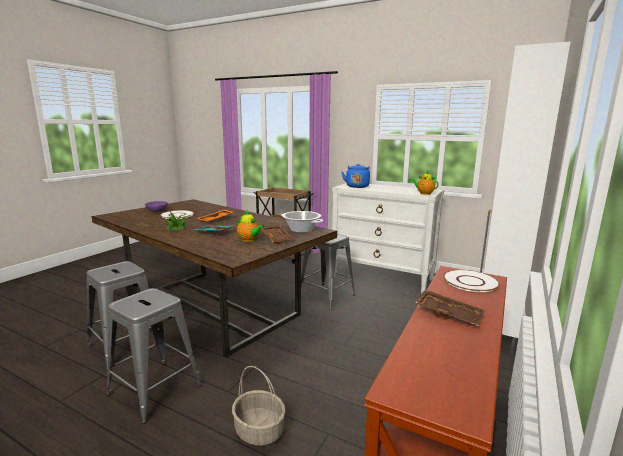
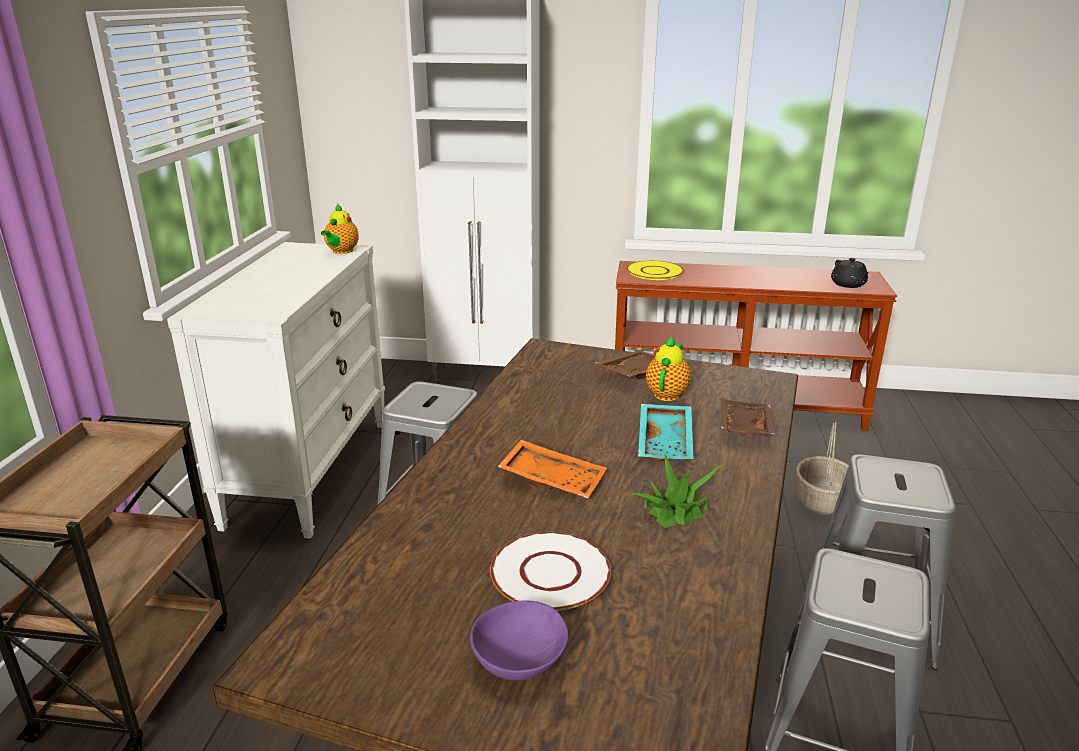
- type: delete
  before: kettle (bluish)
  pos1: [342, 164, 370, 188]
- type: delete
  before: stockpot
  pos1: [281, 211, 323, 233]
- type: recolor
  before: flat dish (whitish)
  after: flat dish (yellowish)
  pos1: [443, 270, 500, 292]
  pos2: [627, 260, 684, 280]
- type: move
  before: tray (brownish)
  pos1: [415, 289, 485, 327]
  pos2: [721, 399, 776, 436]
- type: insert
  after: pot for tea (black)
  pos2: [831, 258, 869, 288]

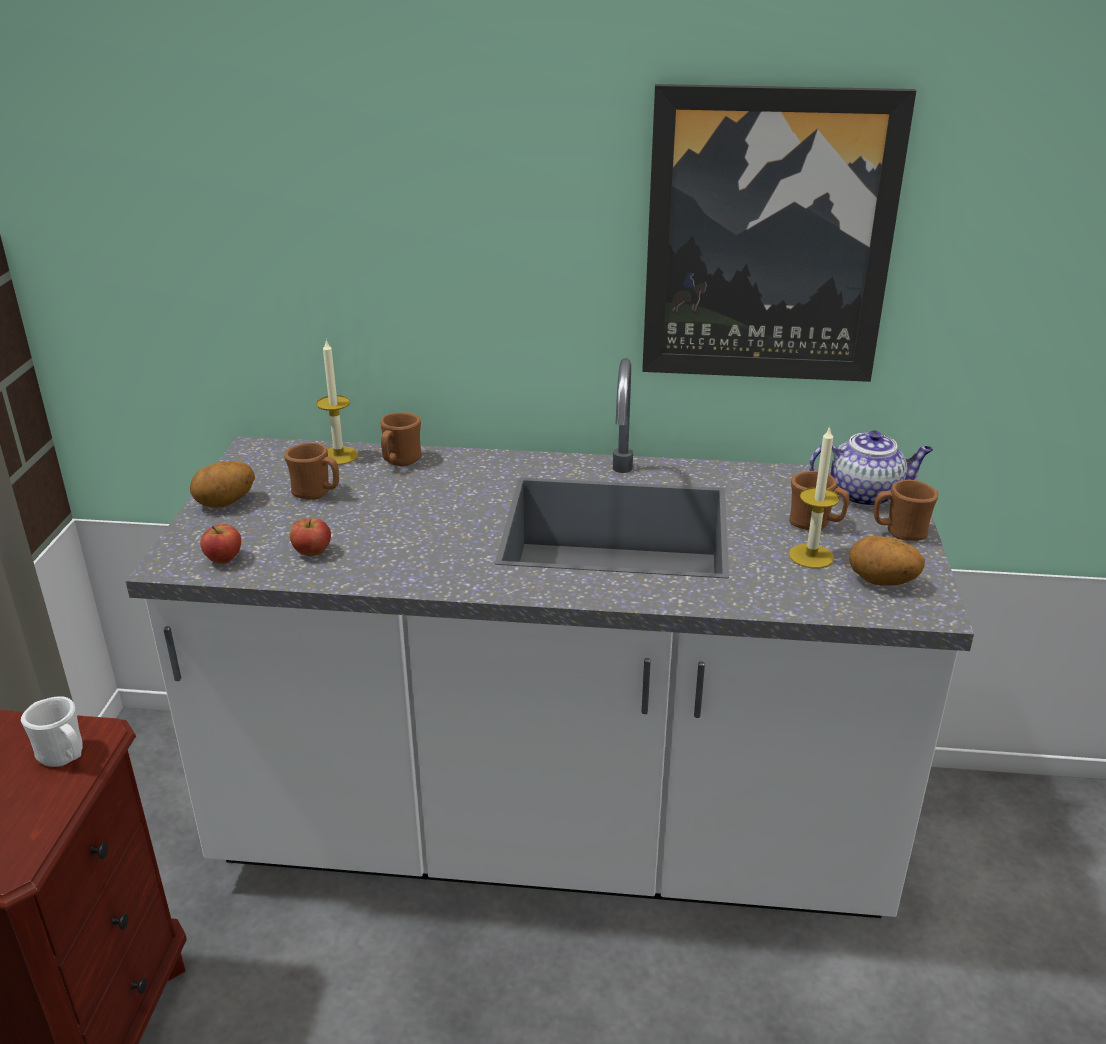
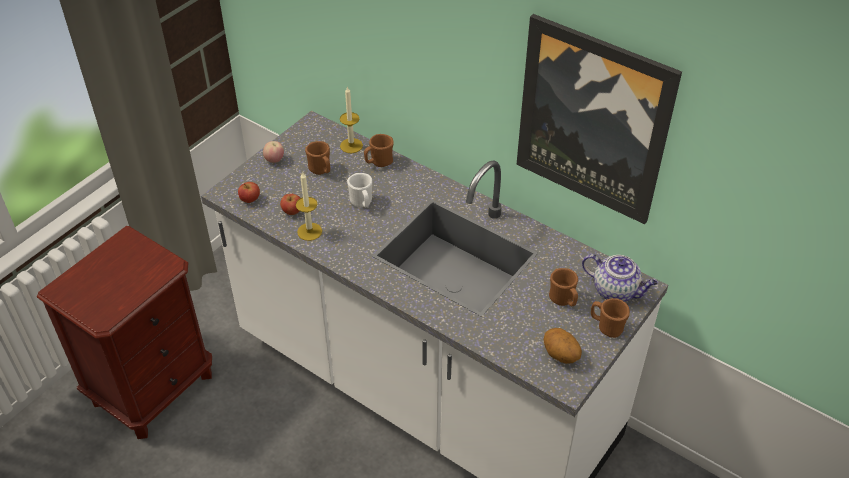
- type: move
  before: wax light
  pos1: [789, 426, 840, 569]
  pos2: [296, 172, 322, 241]
- type: replace
  before: whole potato
  after: apple
  pos1: [190, 461, 255, 508]
  pos2: [263, 141, 284, 163]
- type: move
  before: coffee mug (whitish)
  pos1: [21, 696, 83, 767]
  pos2: [347, 173, 372, 207]

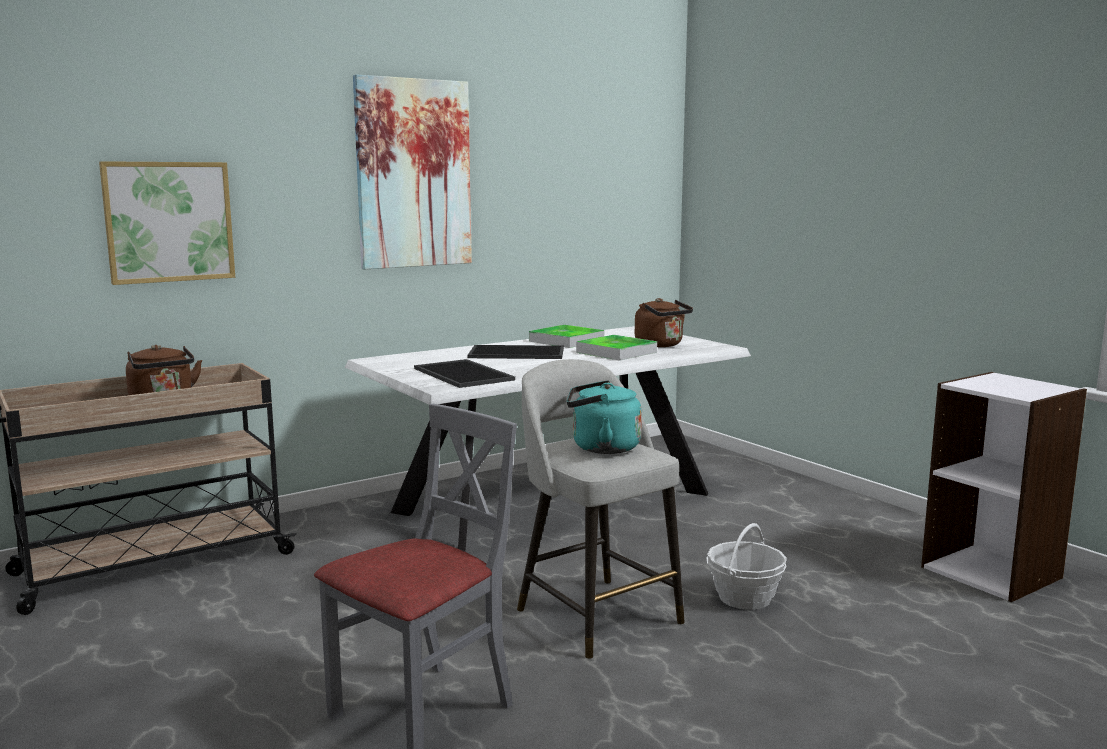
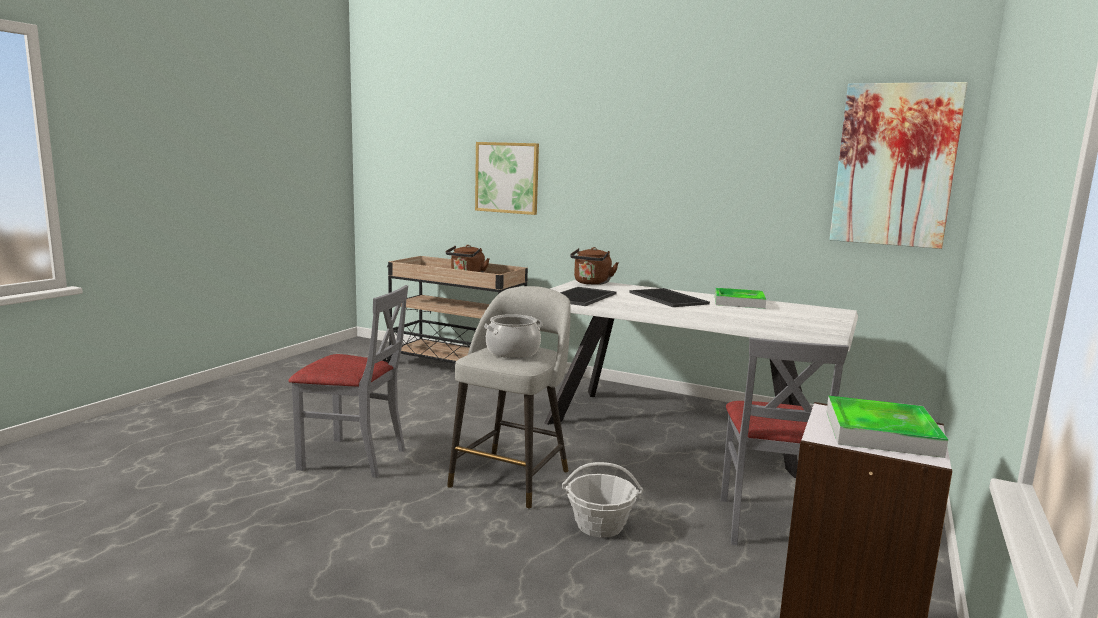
- type: move
  before: wall picture
  pos1: [353, 74, 472, 270]
  pos2: [829, 82, 968, 249]
- type: move
  before: kettle (brownish)
  pos1: [635, 298, 693, 347]
  pos2: [570, 247, 619, 285]
- type: move
  before: tray
  pos1: [576, 335, 657, 361]
  pos2: [826, 396, 948, 458]
- type: replace
  before: kettle (blue-green)
  after: stockpot
  pos1: [567, 380, 642, 454]
  pos2: [484, 314, 543, 358]
- type: insert
  after: plain chair (greyish)
  pos2: [721, 337, 849, 545]

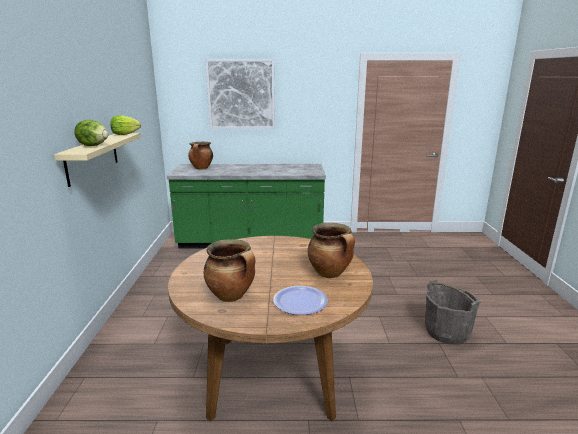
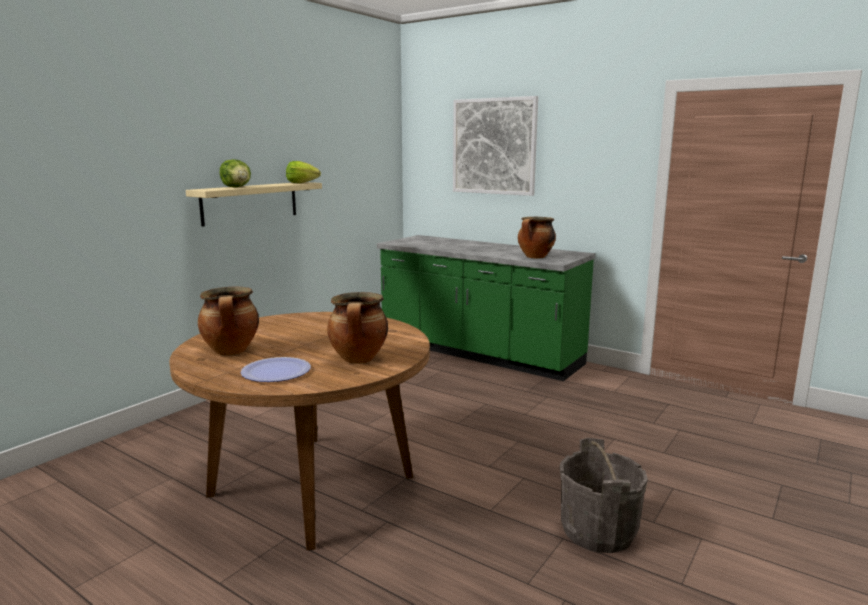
- type: move
  before: stockpot
  pos1: [188, 142, 213, 169]
  pos2: [518, 217, 556, 259]

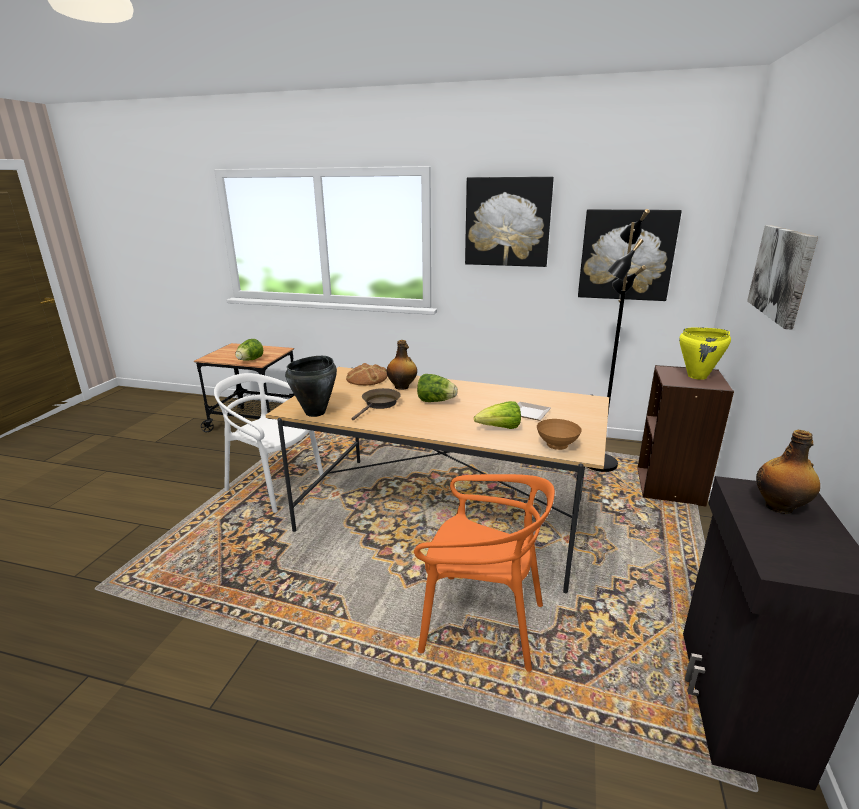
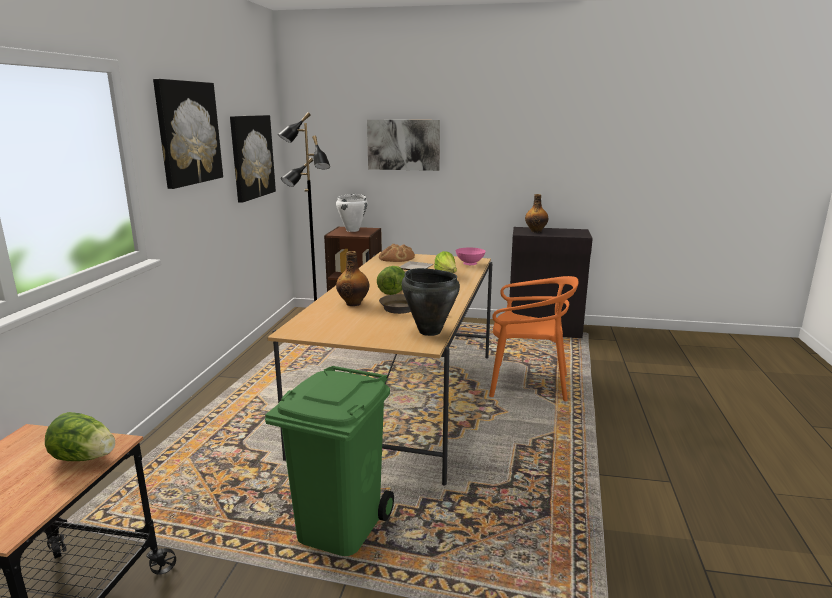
- type: recolor
  before: stockpot (yellowish)
  after: stockpot (whitish)
  pos1: [679, 327, 731, 380]
  pos2: [336, 194, 368, 232]
- type: move
  before: baked bread
  pos1: [346, 363, 387, 385]
  pos2: [379, 244, 415, 262]
- type: replace
  before: plain chair (whitish)
  after: trash can (green)
  pos1: [214, 373, 324, 513]
  pos2: [265, 366, 394, 556]
- type: recolor
  before: deep dish (brownish)
  after: deep dish (pinkish)
  pos1: [537, 419, 582, 450]
  pos2: [456, 248, 485, 265]
- type: rotate
  before: plain chair (orange-coloured)
  pos1: [414, 474, 555, 672]
  pos2: [489, 276, 578, 401]
  turn: 90

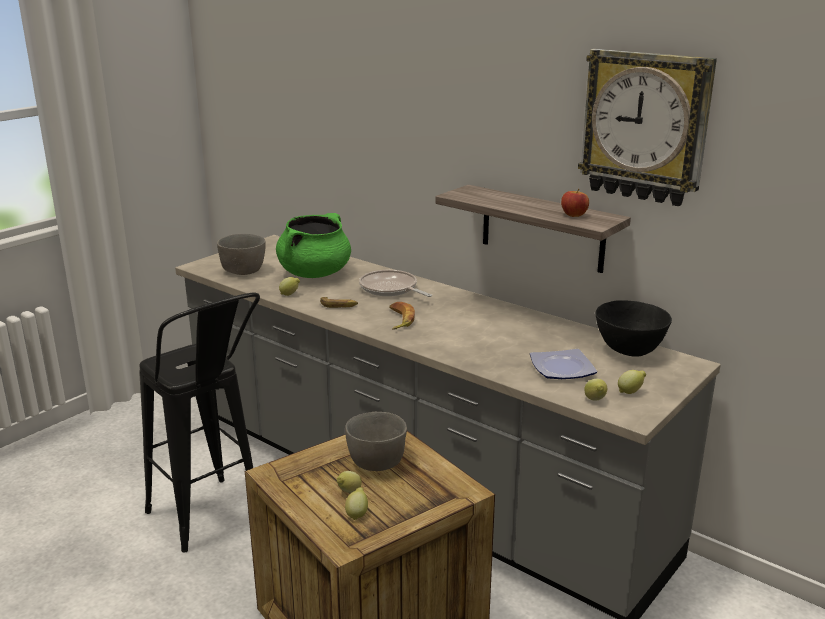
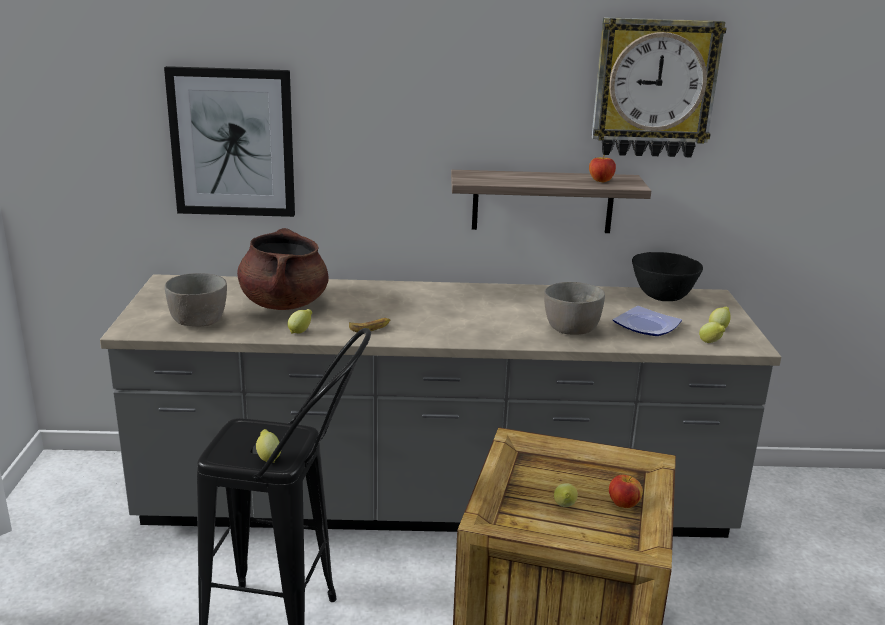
- type: recolor
  before: stockpot (green)
  after: stockpot (brownish)
  pos1: [276, 213, 351, 278]
  pos2: [237, 228, 329, 310]
- type: delete
  before: pan
  pos1: [359, 270, 432, 297]
- type: delete
  before: banana
  pos1: [389, 302, 415, 330]
- type: move
  before: deep dish (greyish)
  pos1: [345, 412, 407, 471]
  pos2: [544, 282, 605, 335]
- type: move
  before: lemon
  pos1: [345, 487, 368, 521]
  pos2: [256, 429, 281, 463]
- type: insert
  after: wall picture
  pos2: [164, 66, 295, 217]
- type: insert
  after: apple
  pos2: [609, 475, 643, 508]

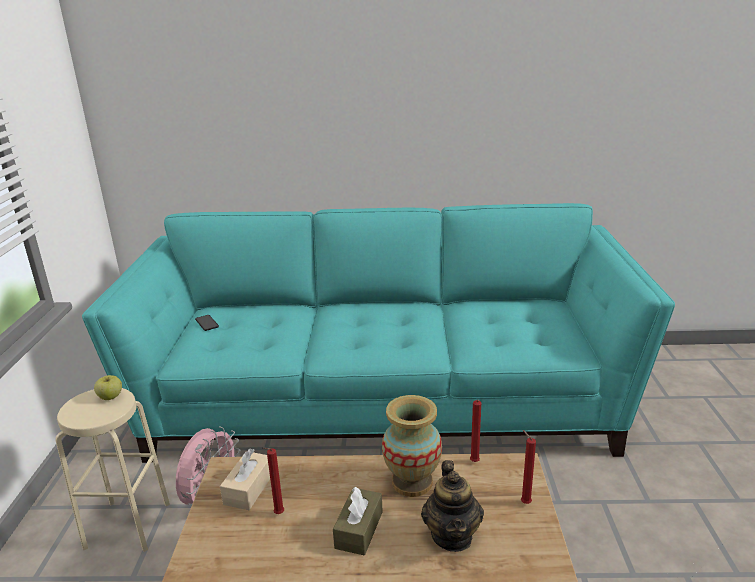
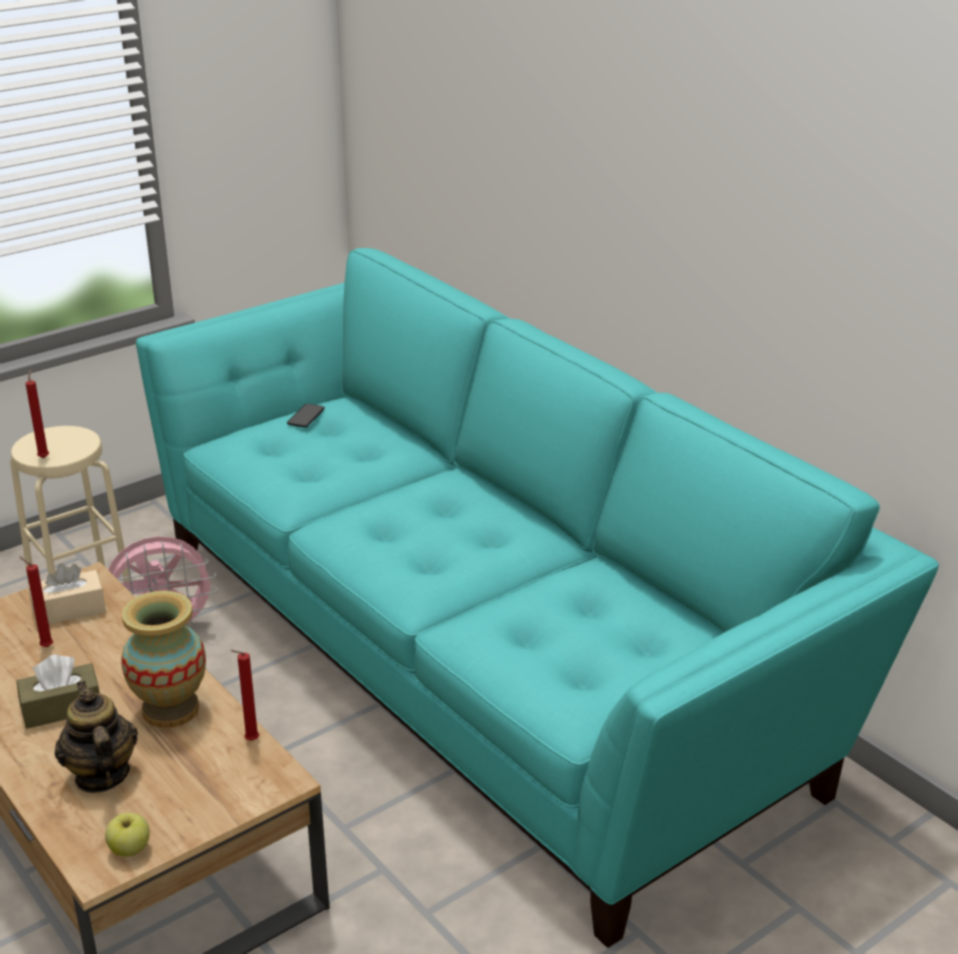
- type: move
  before: apple
  pos1: [94, 375, 122, 400]
  pos2: [105, 813, 150, 857]
- type: move
  before: wax light (red)
  pos1: [521, 430, 536, 504]
  pos2: [26, 370, 49, 458]
- type: rotate
  before: pot for tea
  pos1: [421, 460, 484, 552]
  pos2: [55, 681, 138, 793]
  turn: 105

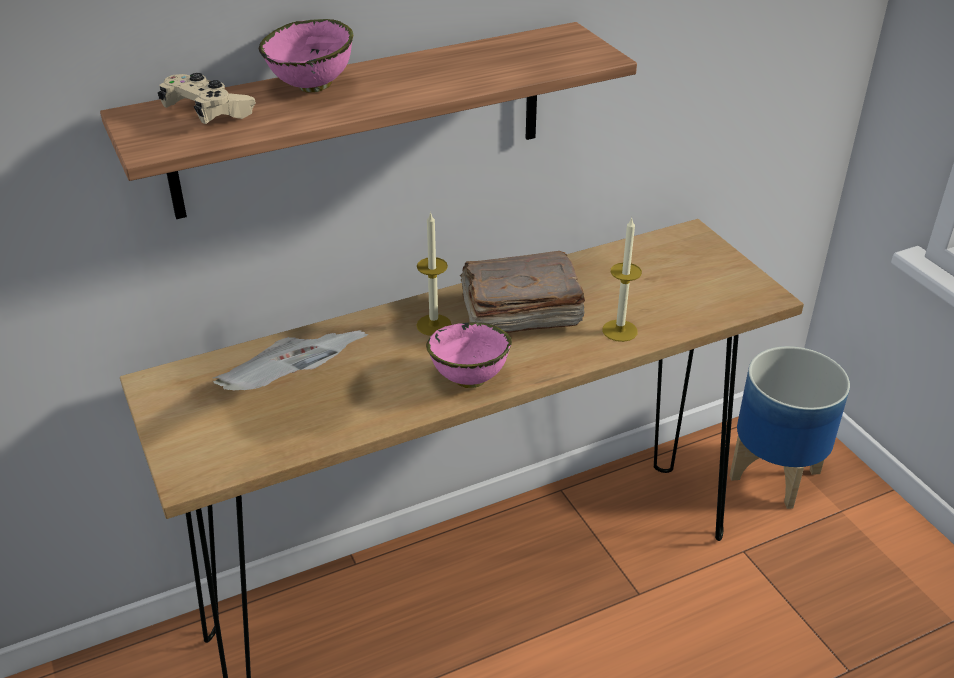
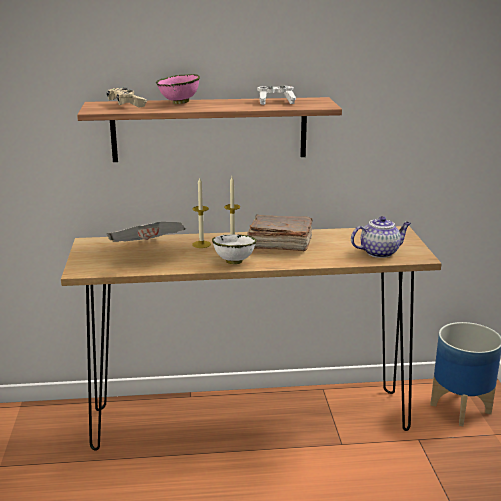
- type: move
  before: wax light
  pos1: [602, 218, 642, 342]
  pos2: [192, 178, 211, 248]
- type: recolor
  before: deep dish (pinkish)
  after: deep dish (whitish)
  pos1: [426, 322, 512, 388]
  pos2: [212, 235, 257, 264]
- type: insert
  after: joypad (whitish)
  pos2: [257, 86, 296, 105]
- type: insert
  after: pot for tea
  pos2: [351, 216, 411, 258]

